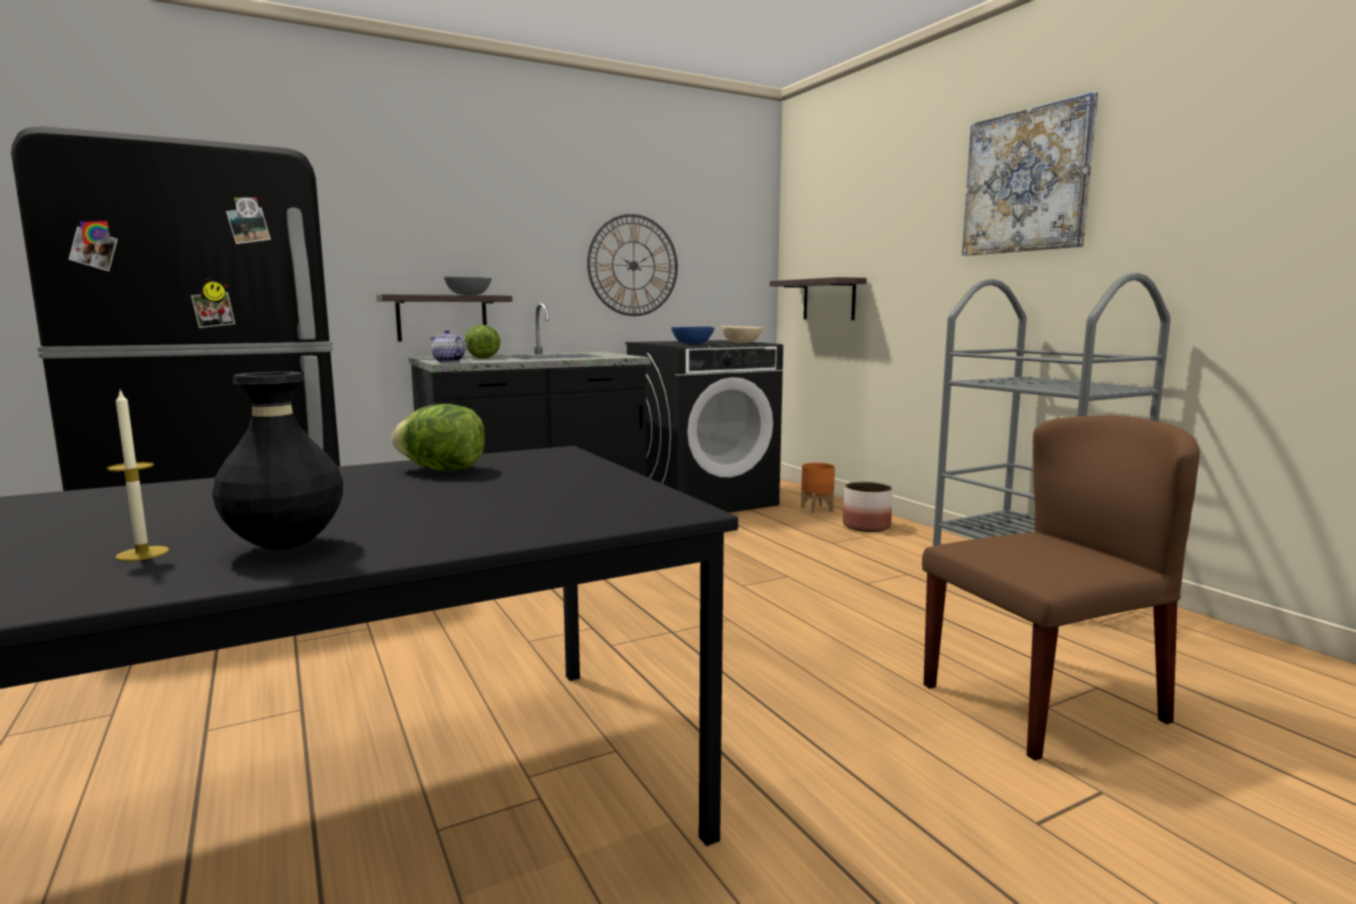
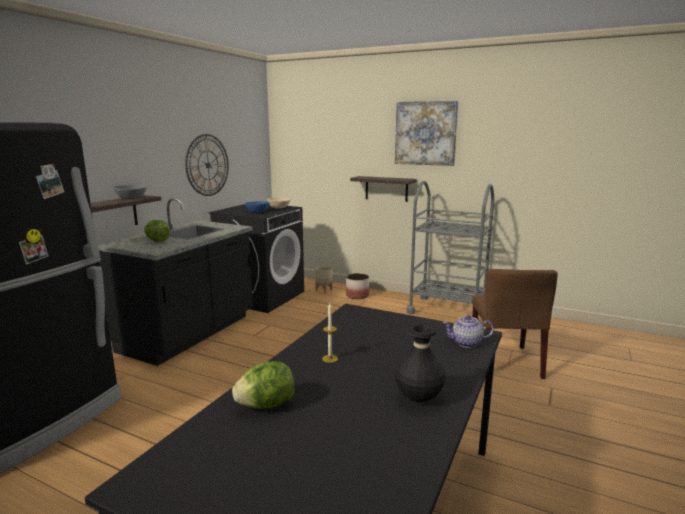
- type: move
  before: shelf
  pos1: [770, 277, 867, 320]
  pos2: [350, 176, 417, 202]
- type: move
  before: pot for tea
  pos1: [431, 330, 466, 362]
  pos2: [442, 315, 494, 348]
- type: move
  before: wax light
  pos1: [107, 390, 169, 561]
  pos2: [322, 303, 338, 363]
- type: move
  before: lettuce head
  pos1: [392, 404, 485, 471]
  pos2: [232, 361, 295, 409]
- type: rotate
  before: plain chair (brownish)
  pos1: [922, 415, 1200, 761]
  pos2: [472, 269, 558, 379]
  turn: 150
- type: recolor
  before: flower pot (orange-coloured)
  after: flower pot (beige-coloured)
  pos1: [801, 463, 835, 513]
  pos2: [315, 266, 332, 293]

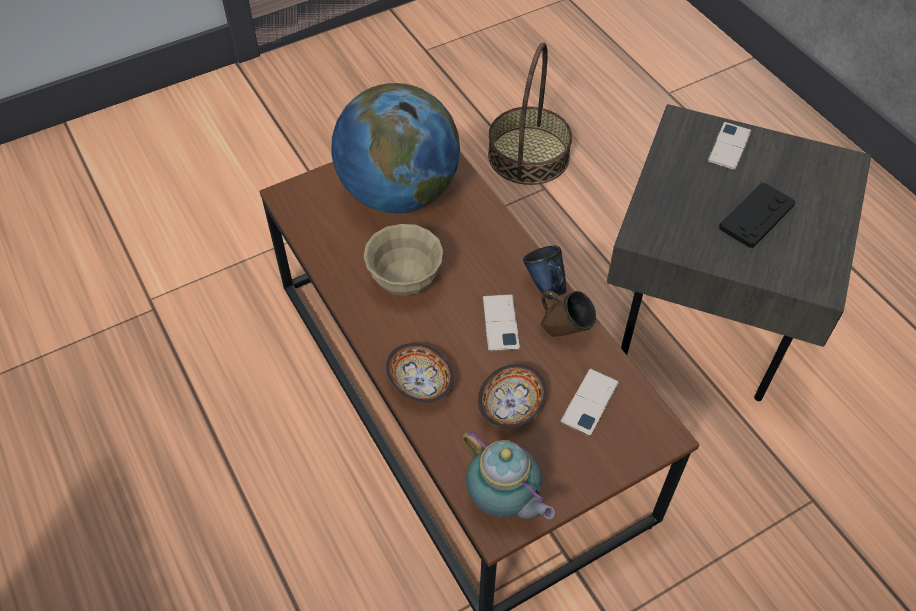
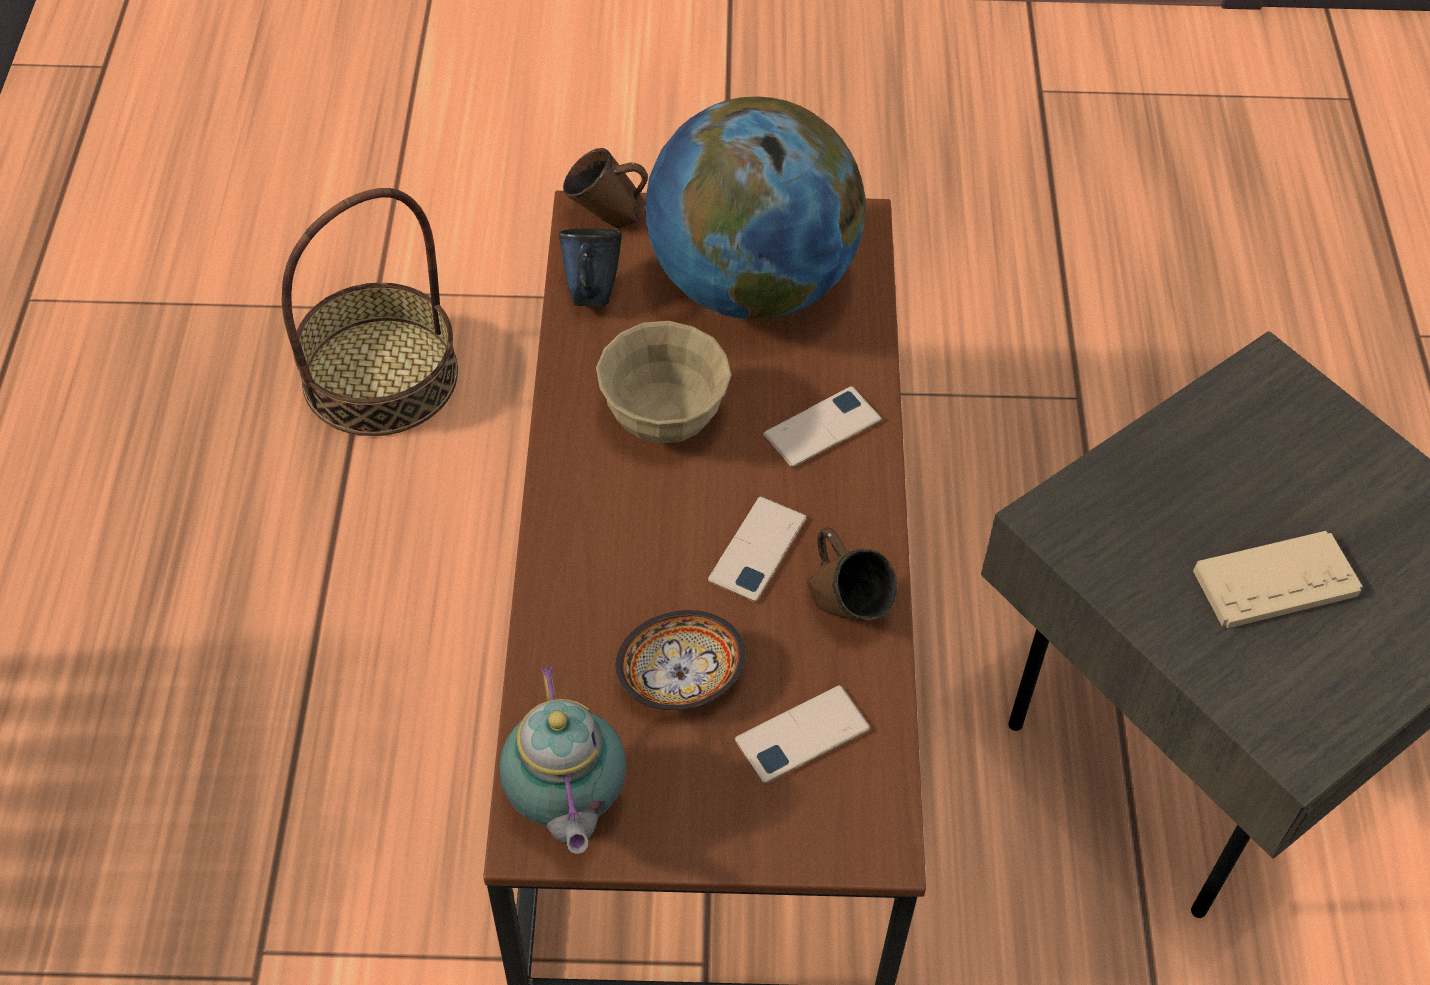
- type: move
  before: basket
  pos1: [488, 42, 572, 185]
  pos2: [282, 188, 458, 436]
- type: move
  before: handset
  pos1: [707, 122, 751, 170]
  pos2: [763, 386, 882, 468]
- type: recolor
  before: joypad (black)
  after: joypad (beige-coloured)
  pos1: [719, 183, 795, 248]
  pos2: [1193, 531, 1363, 628]
- type: move
  before: coffee mug (bluish)
  pos1: [523, 245, 566, 299]
  pos2: [559, 228, 622, 307]
- type: delete
  before: deep dish
  pos1: [386, 343, 454, 403]
- type: insert
  after: coffee mug (brownish)
  pos2: [563, 148, 648, 229]

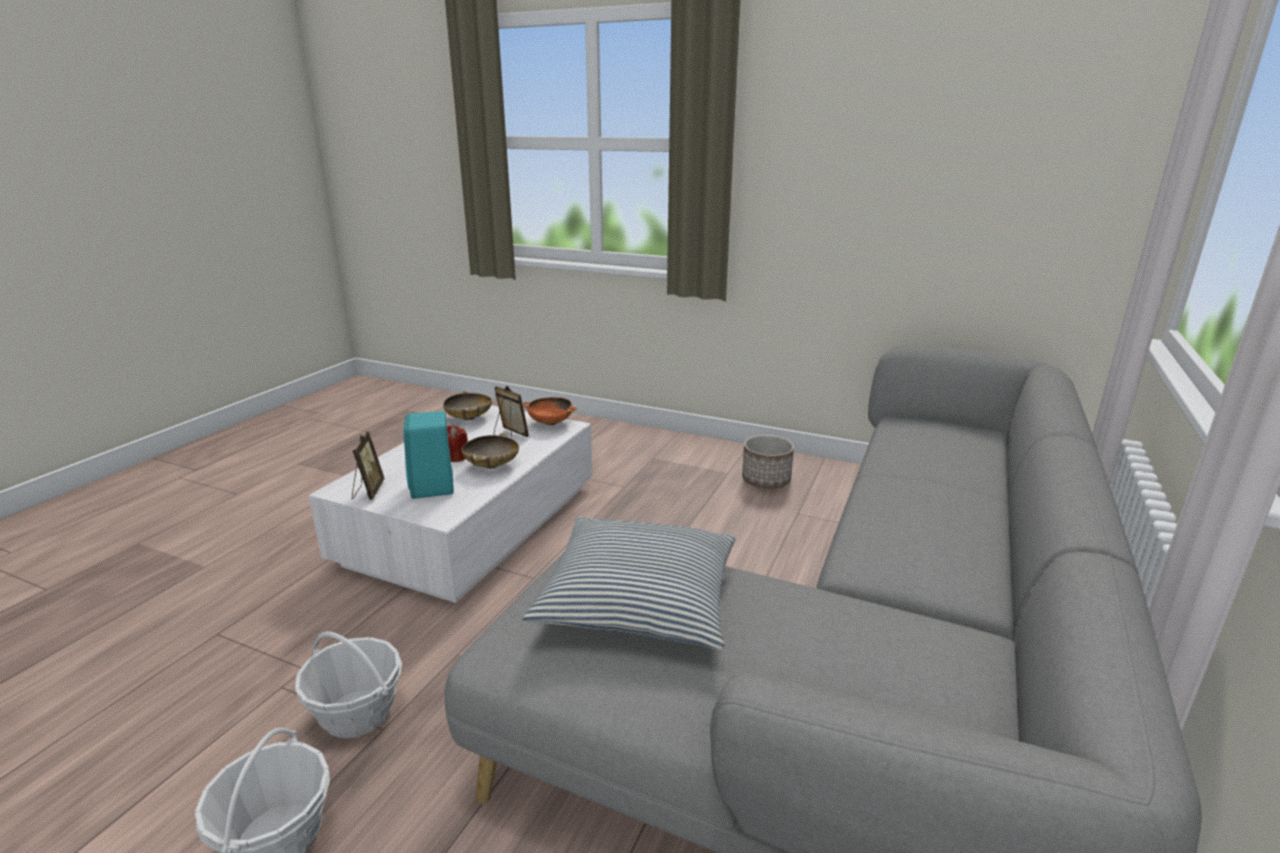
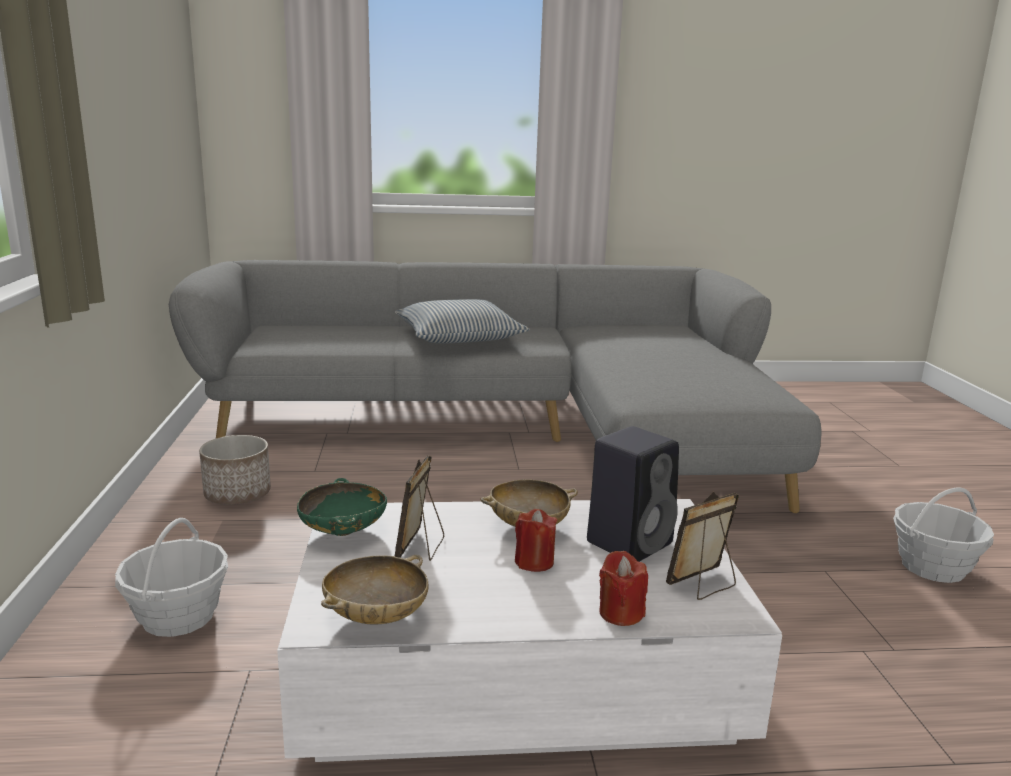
- type: recolor
  before: deep dish (orange-coloured)
  after: deep dish (green)
  pos1: [523, 397, 577, 425]
  pos2: [297, 478, 387, 536]
- type: recolor
  before: loudspeaker (blue-green)
  after: loudspeaker (black)
  pos1: [403, 411, 454, 499]
  pos2: [587, 426, 679, 562]
- type: move
  before: cushion
  pos1: [523, 517, 736, 650]
  pos2: [395, 299, 529, 344]
- type: move
  before: basket
  pos1: [295, 631, 402, 738]
  pos2: [115, 518, 228, 637]
- type: insert
  after: wax light (red)
  pos2: [599, 551, 648, 626]

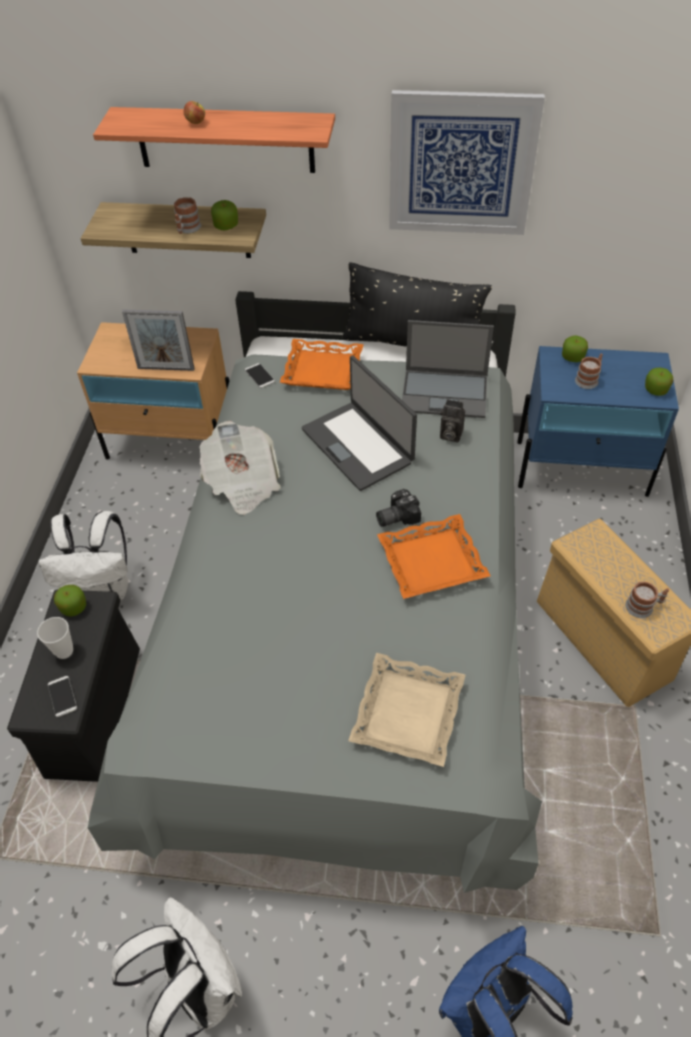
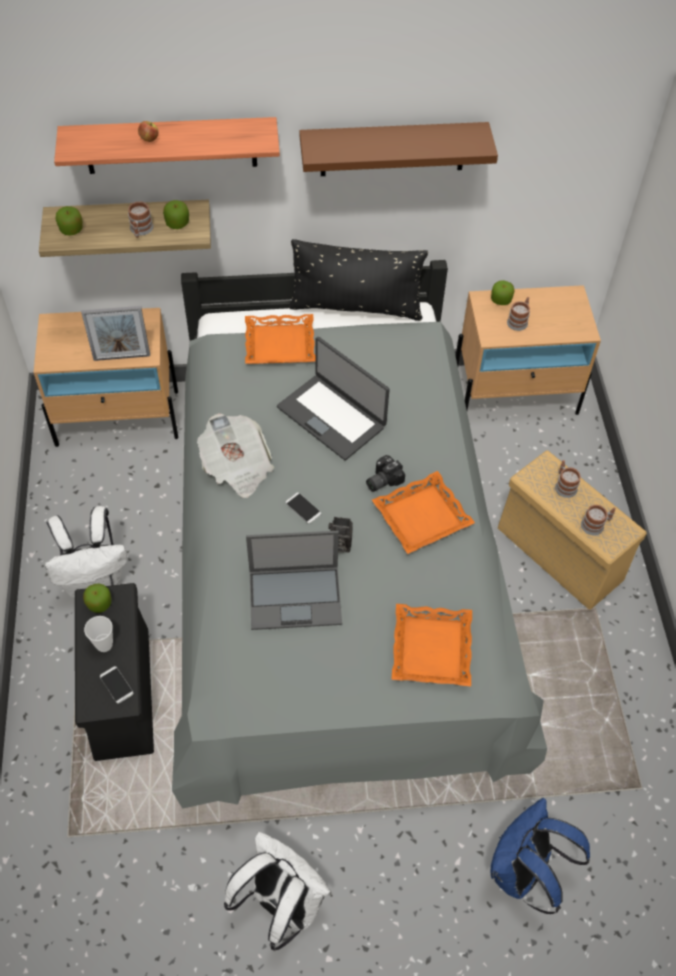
- type: replace
  before: wall picture
  after: shelf (brownish)
  pos1: [389, 90, 545, 235]
  pos2: [300, 122, 498, 176]
- type: move
  before: notebook computer
  pos1: [402, 320, 494, 418]
  pos2: [246, 531, 342, 630]
- type: recolor
  before: bedside table (bluish)
  after: bedside table (beige-coloured)
  pos1: [517, 346, 679, 497]
  pos2: [456, 285, 601, 415]
- type: move
  before: handset
  pos1: [245, 363, 275, 388]
  pos2: [285, 492, 321, 524]
- type: move
  before: apple
  pos1: [645, 368, 673, 396]
  pos2: [56, 206, 83, 235]
- type: move
  before: photo camera
  pos1: [440, 399, 465, 442]
  pos2: [329, 517, 353, 553]
- type: recolor
  before: tray (beige-coloured)
  after: tray (orange-coloured)
  pos1: [348, 653, 465, 767]
  pos2: [392, 604, 472, 686]
- type: insert
  after: coffee mug
  pos2: [555, 460, 581, 498]

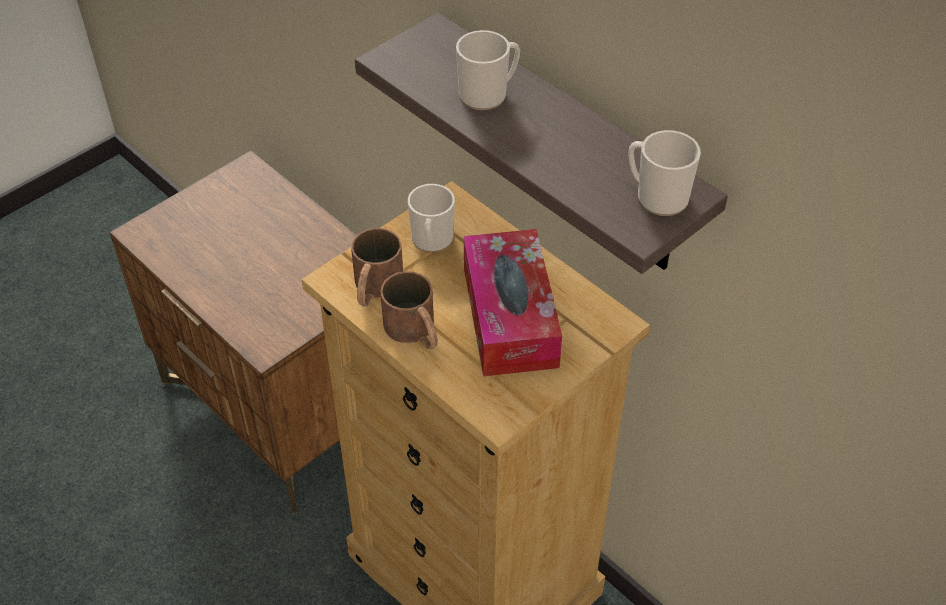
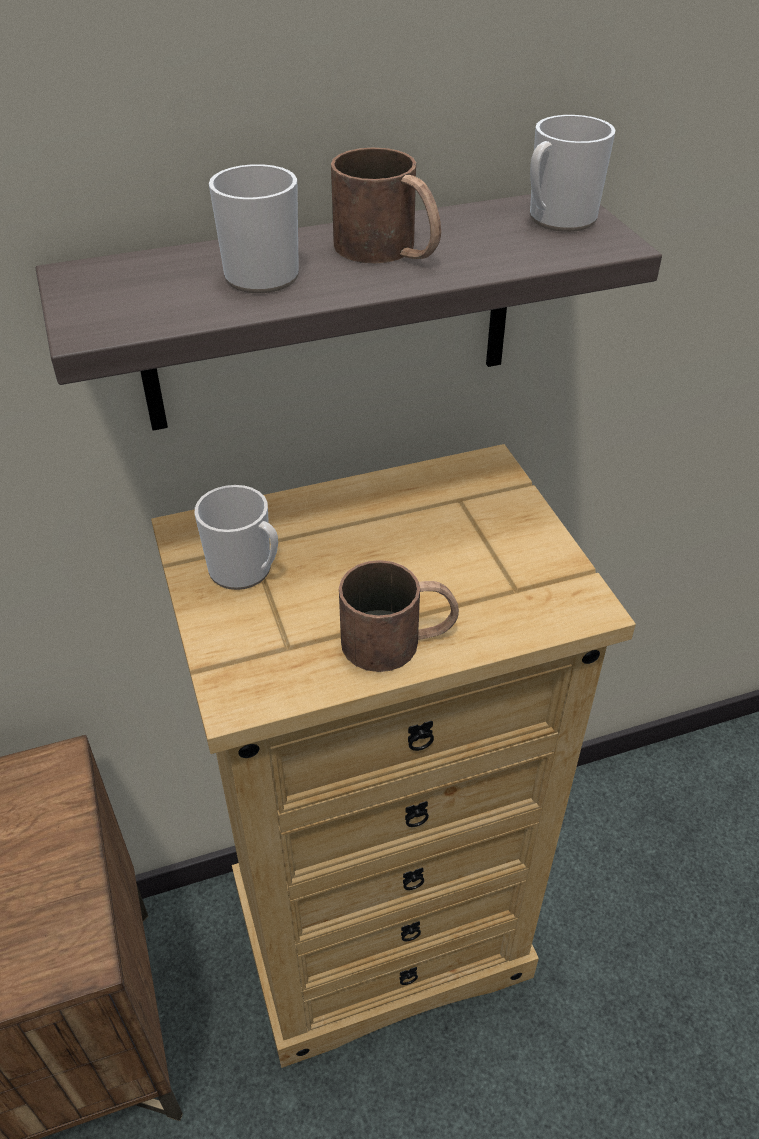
- type: move
  before: coffee mug (brownish)
  pos1: [351, 228, 403, 306]
  pos2: [331, 148, 441, 264]
- type: delete
  before: tissue holder
  pos1: [464, 229, 562, 376]

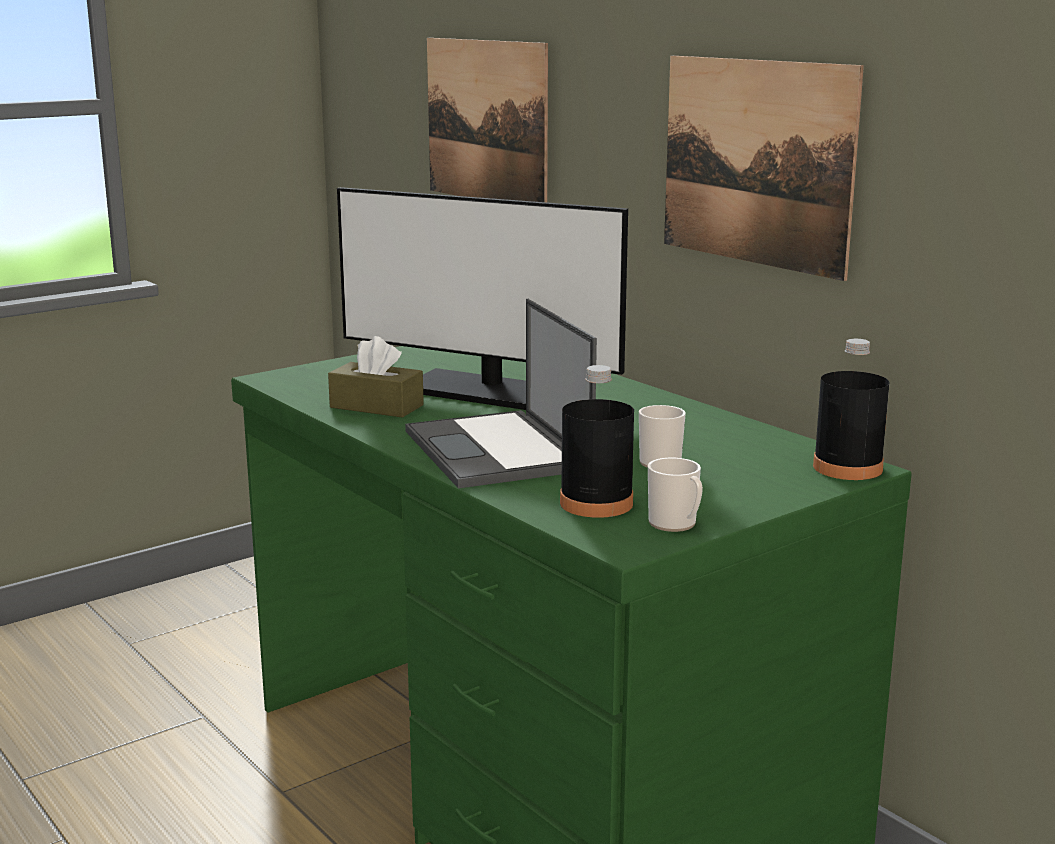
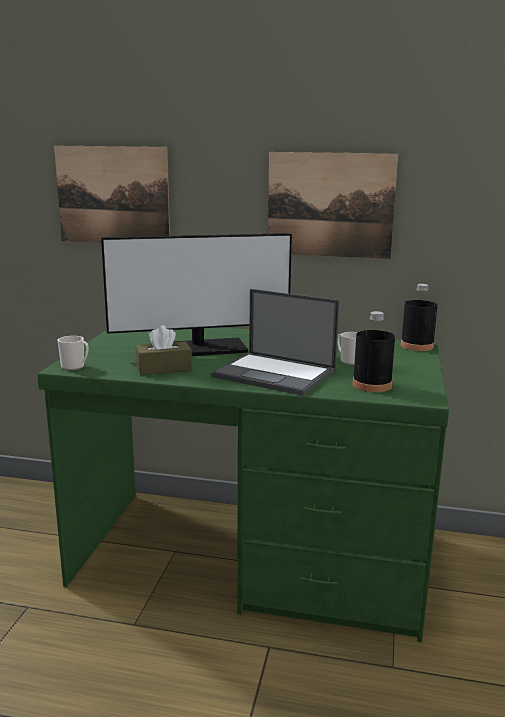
- type: move
  before: coffee mug
  pos1: [648, 458, 703, 532]
  pos2: [58, 336, 89, 370]

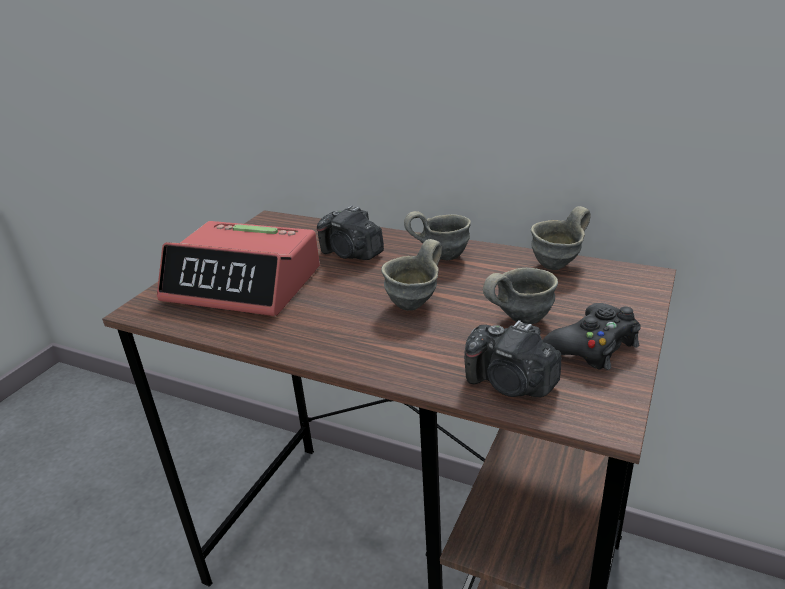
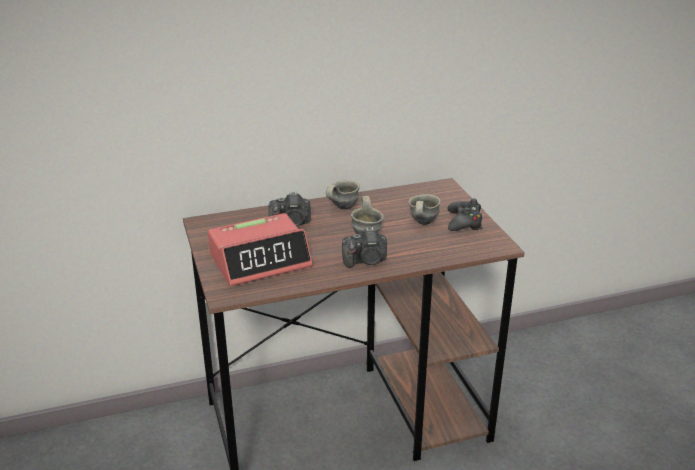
- type: delete
  before: coffee mug (greyish)
  pos1: [531, 206, 591, 270]
- type: move
  before: photo camera
  pos1: [464, 320, 561, 397]
  pos2: [342, 227, 387, 268]

